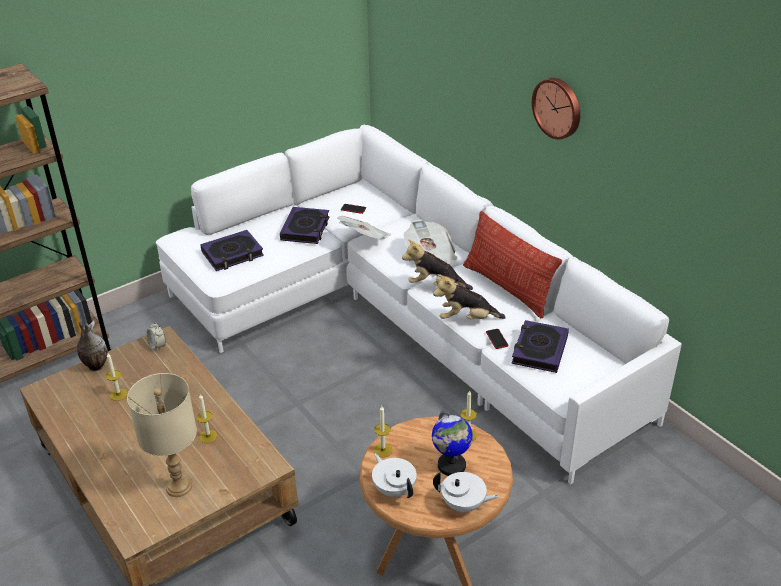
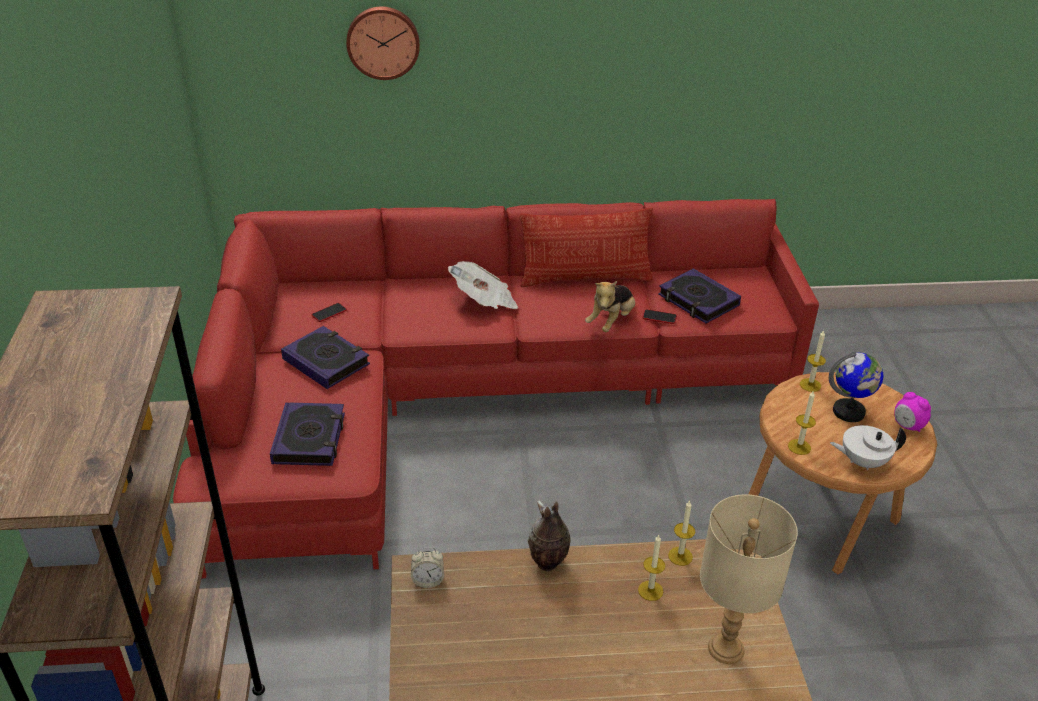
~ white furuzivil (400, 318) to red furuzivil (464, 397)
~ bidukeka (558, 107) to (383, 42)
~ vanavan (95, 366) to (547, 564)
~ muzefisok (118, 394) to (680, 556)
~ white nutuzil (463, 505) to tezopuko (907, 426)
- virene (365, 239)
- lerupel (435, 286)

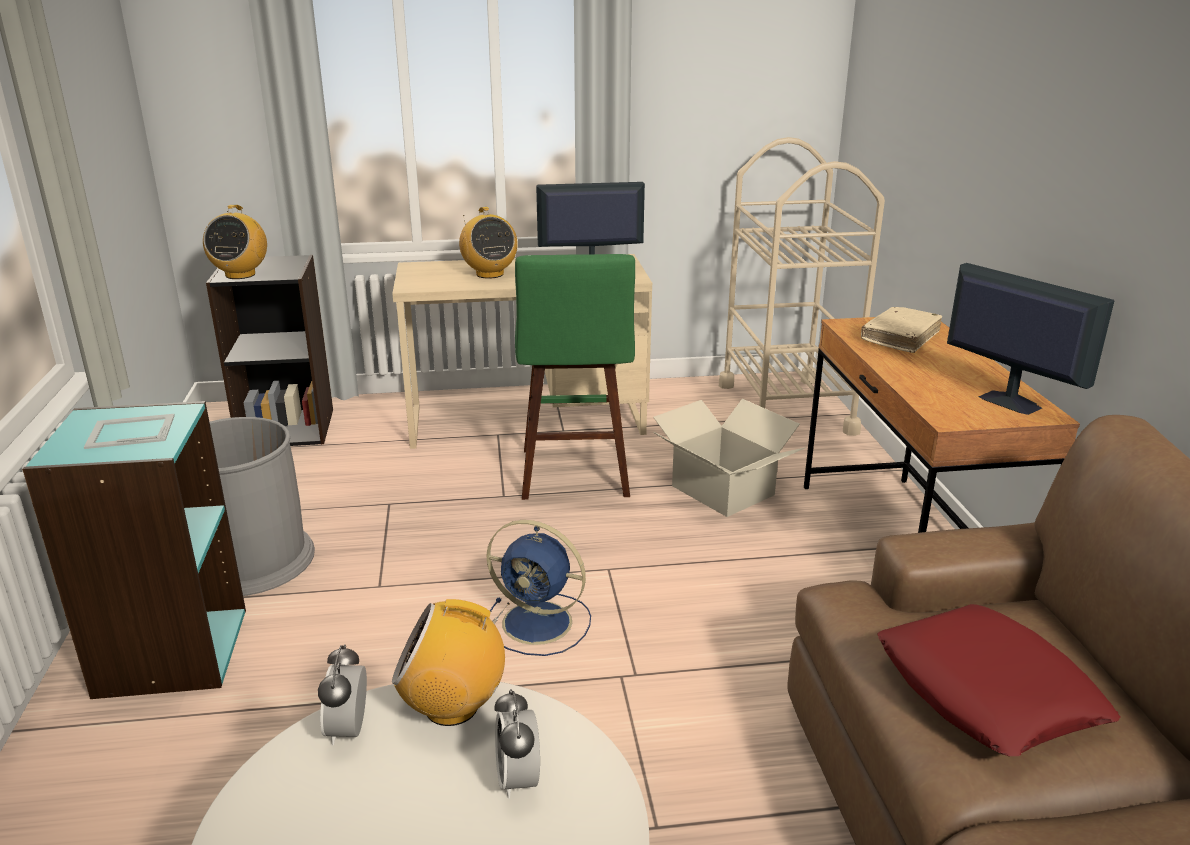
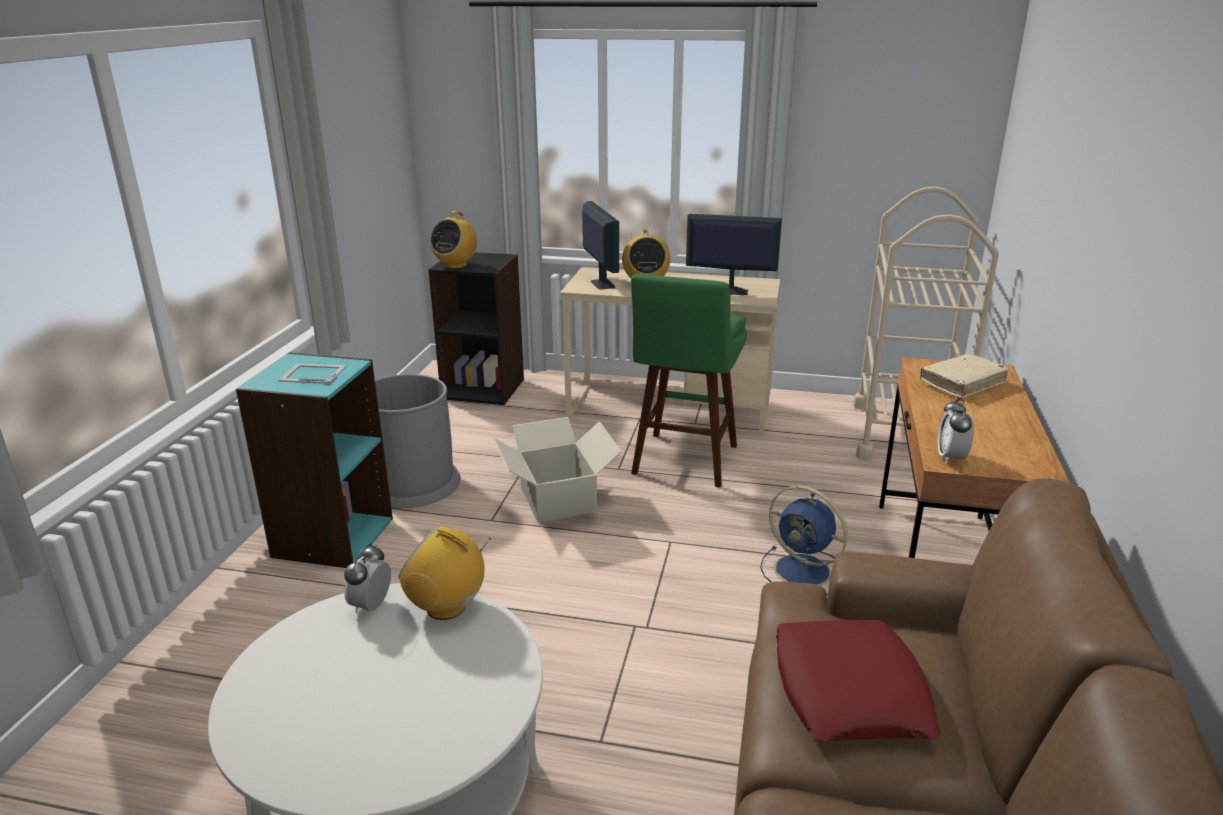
~ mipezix (722, 490) to (557, 499)
~ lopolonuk (1008, 401) to (602, 283)
~ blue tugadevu (540, 623) to (804, 572)
~ tezopuko (518, 779) to (951, 457)

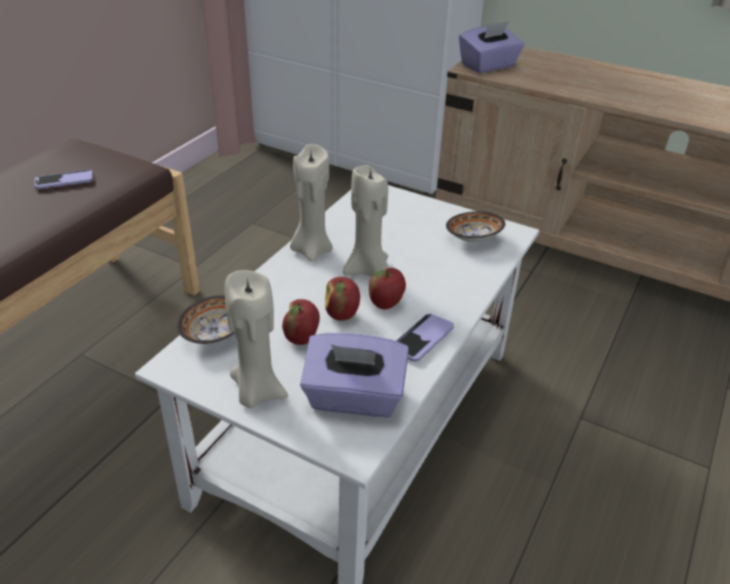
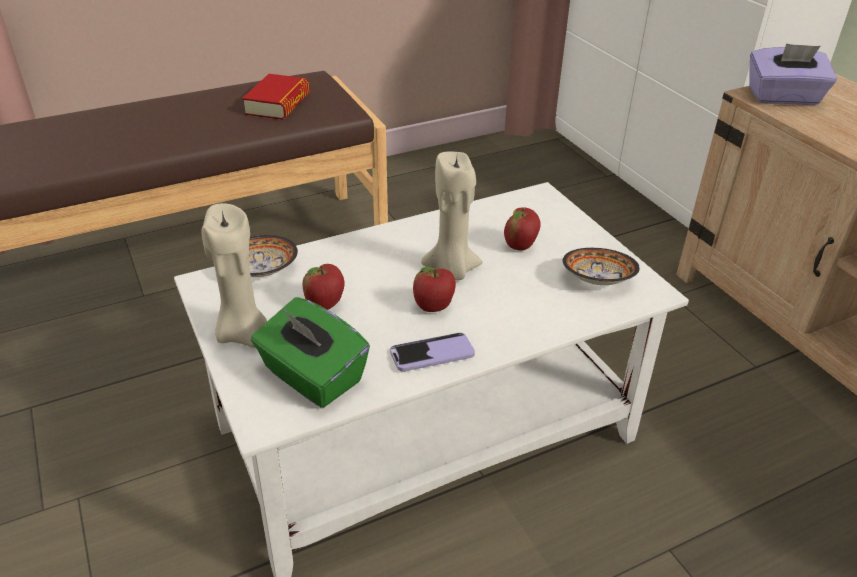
~ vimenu (64, 181) to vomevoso (278, 104)
~ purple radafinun (354, 398) to green radafinun (312, 376)
~ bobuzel (342, 315) to (520, 246)
- beige muzefisok (311, 250)

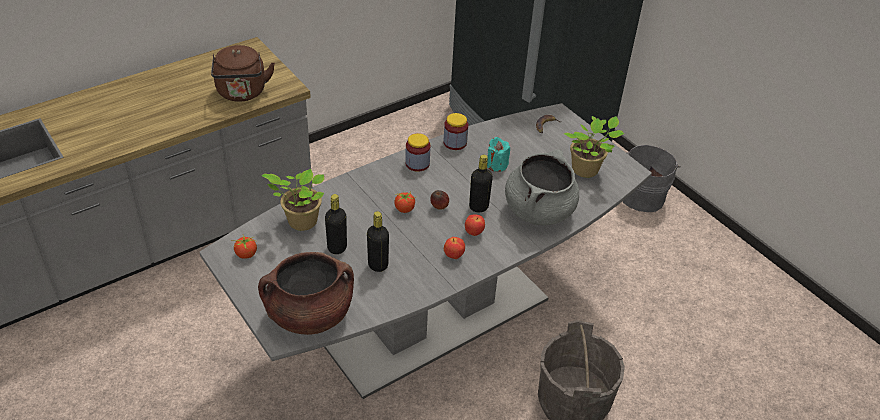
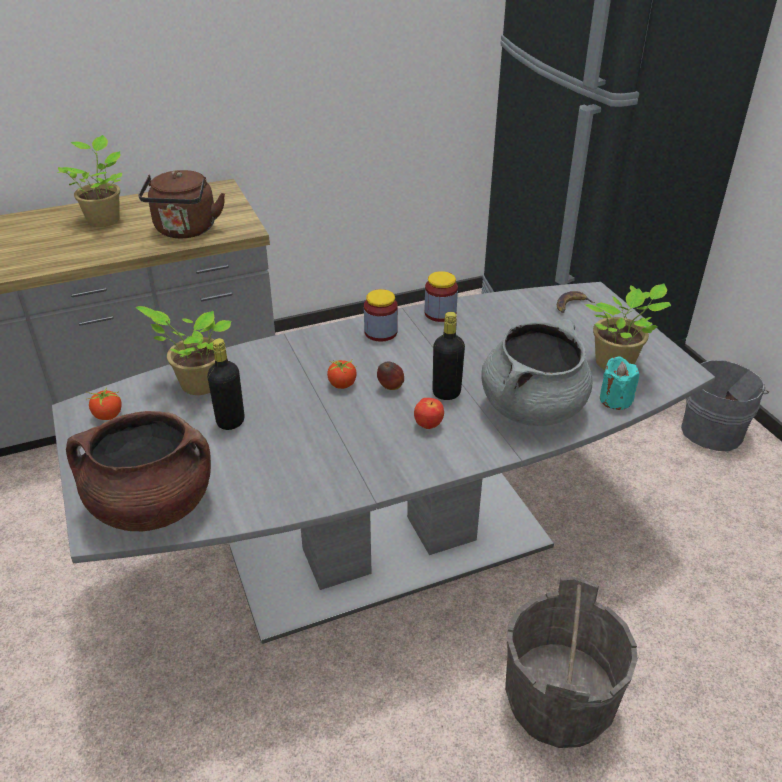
+ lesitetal (104, 219)
~ turquoise muzefisok (497, 165) to (615, 400)
- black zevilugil (378, 265)
- bobuzel (453, 256)

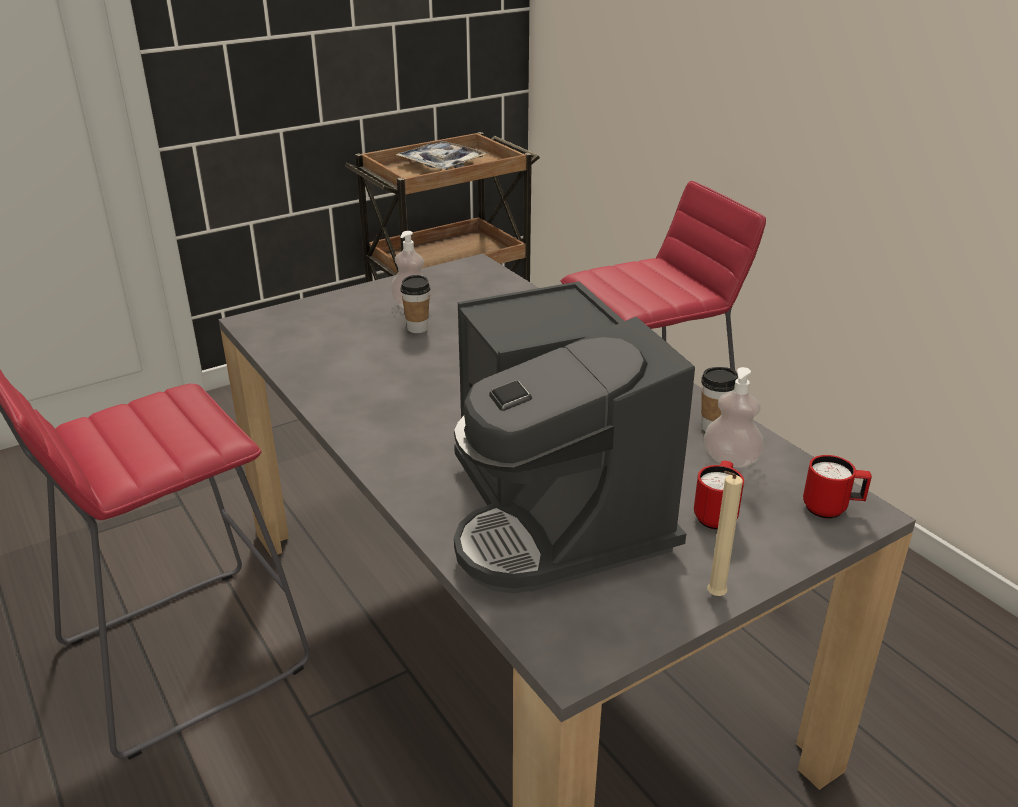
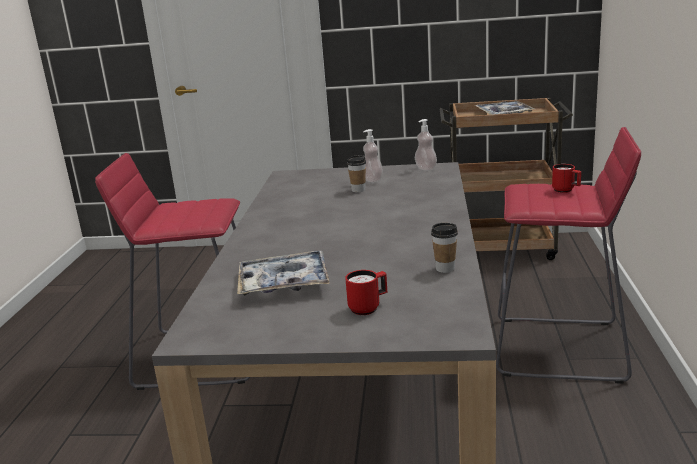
~ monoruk (555, 515) to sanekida (284, 283)
~ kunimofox (730, 460) to (426, 168)
~ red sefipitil (831, 509) to (566, 191)
- beige muzefisok (713, 597)

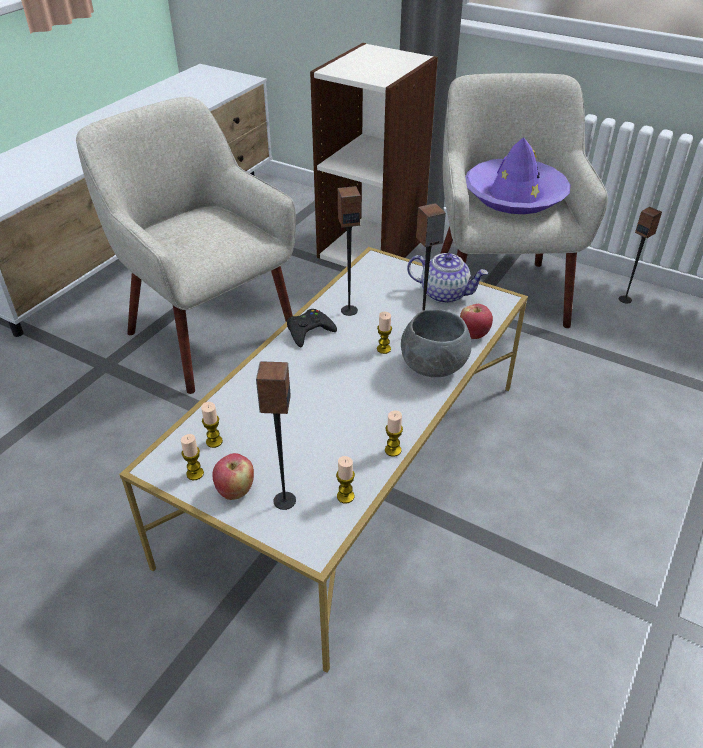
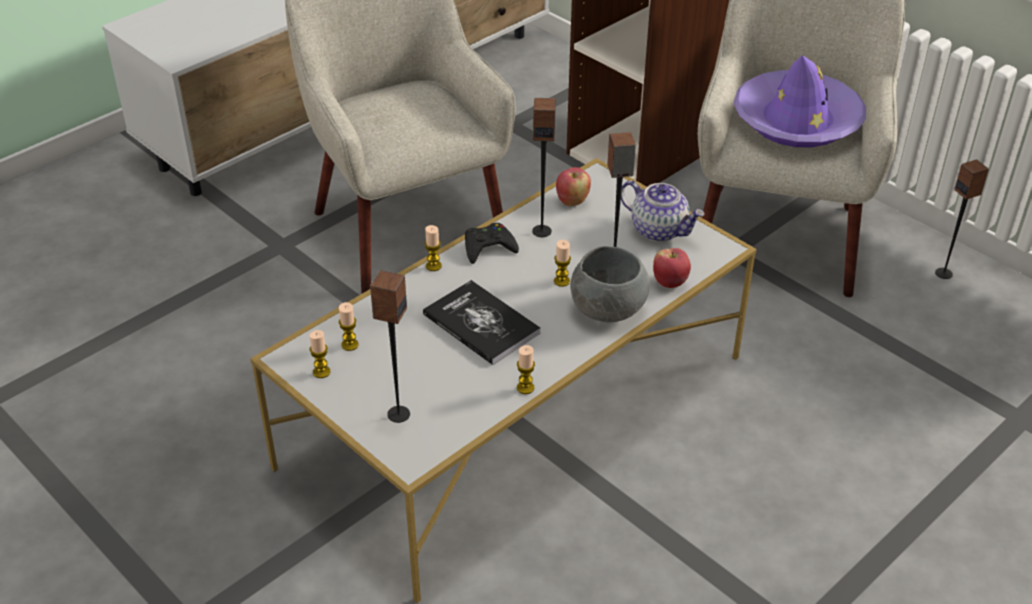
+ vomevoso (481, 324)
~ muzefisok (345, 496) to (433, 266)
~ bobuzel (235, 490) to (572, 201)

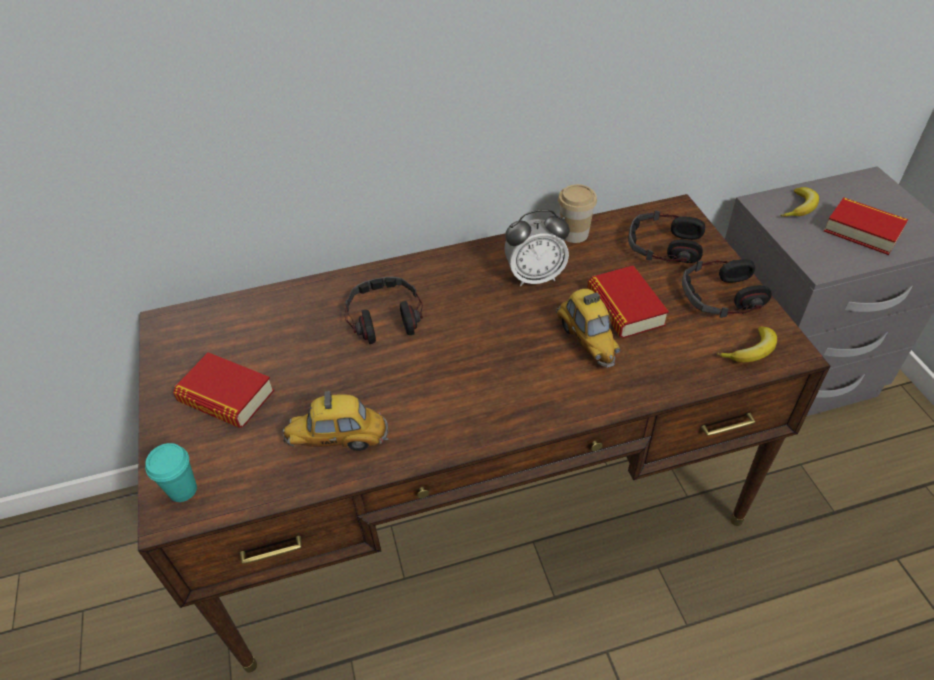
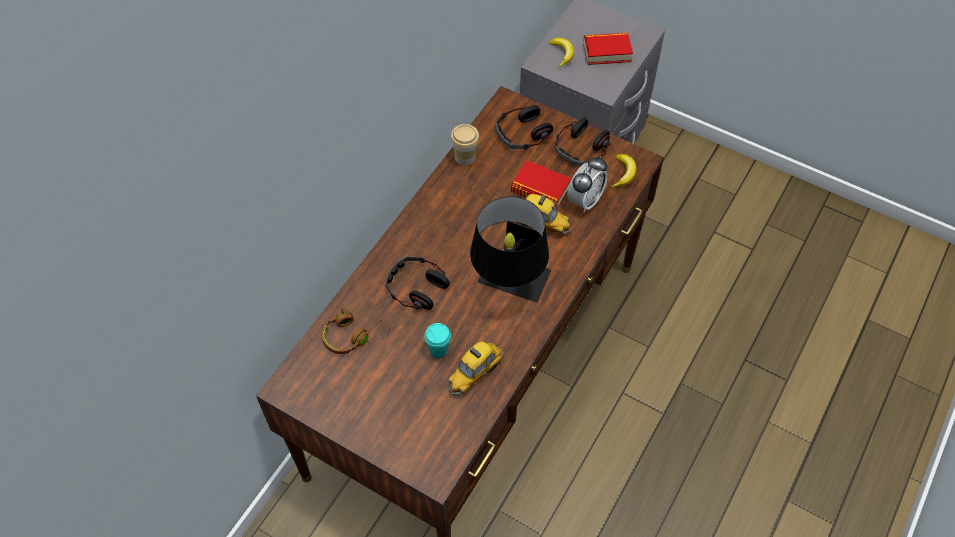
+ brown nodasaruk (353, 335)
~ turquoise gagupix (183, 490) to (438, 350)
+ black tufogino (509, 287)
~ tezopuko (535, 277) to (585, 200)
- vomevoso (226, 396)

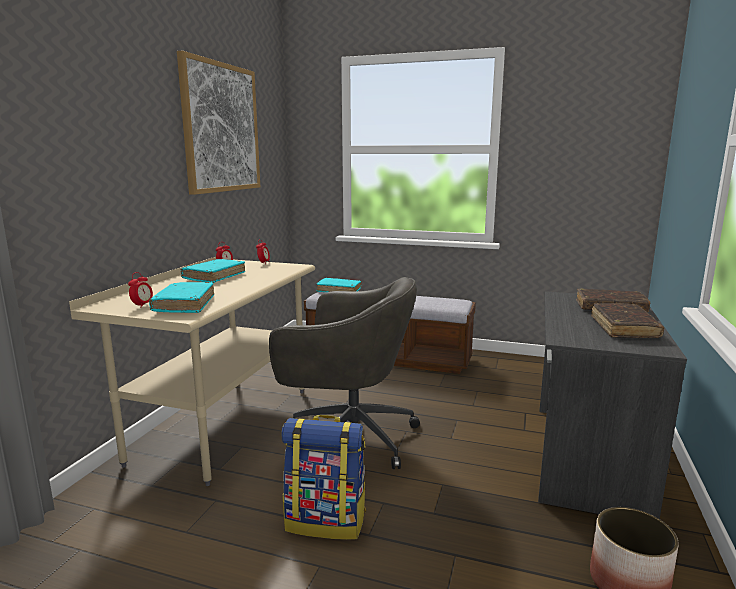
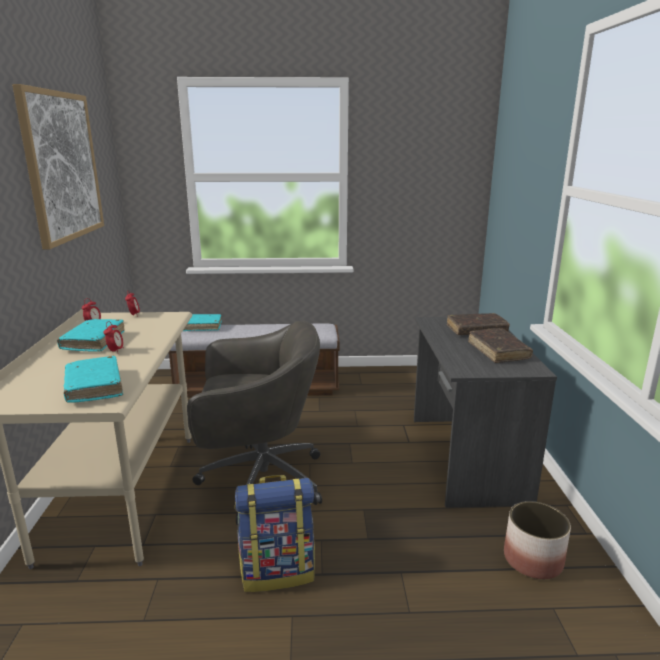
~ tezopuko (142, 306) to (115, 351)

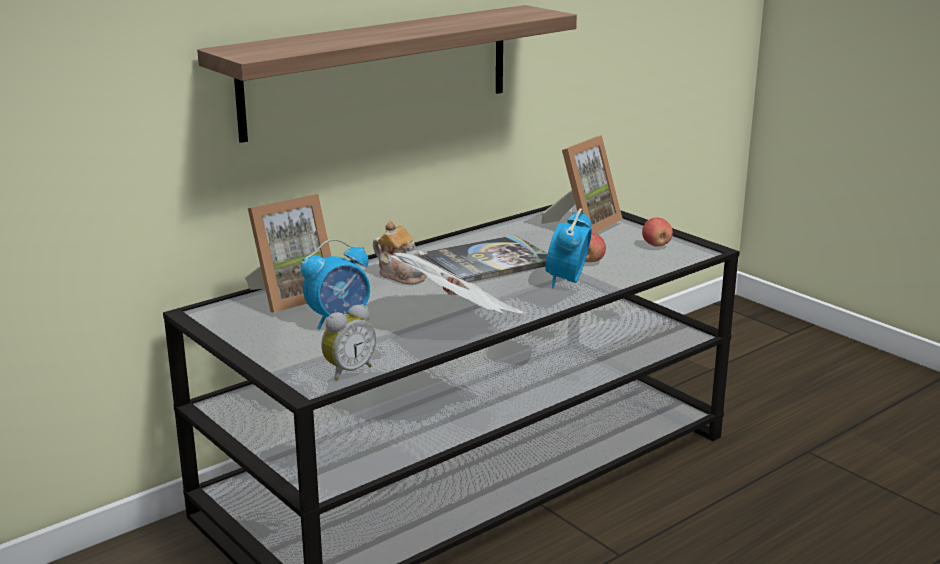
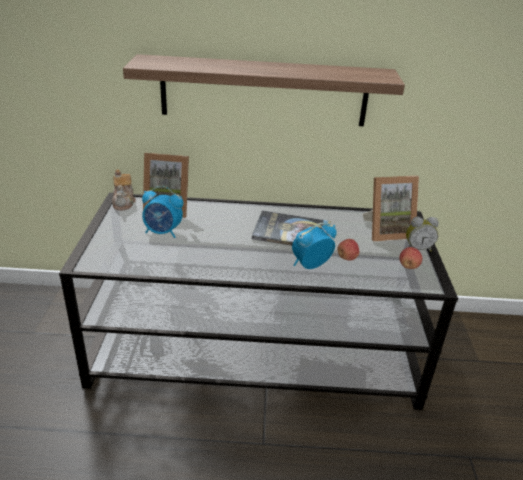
~ nutuzil (402, 275) to (124, 202)
~ tezopuko (348, 371) to (417, 248)
- virene (459, 317)

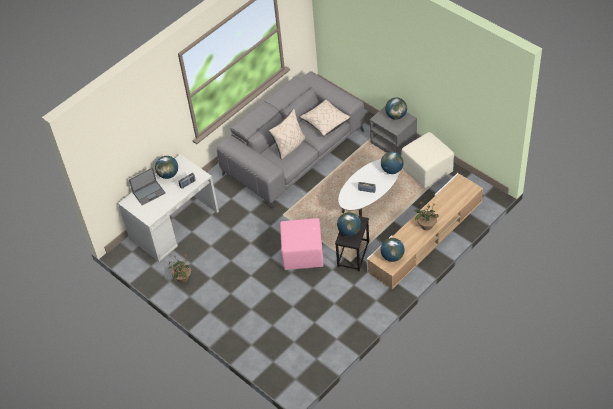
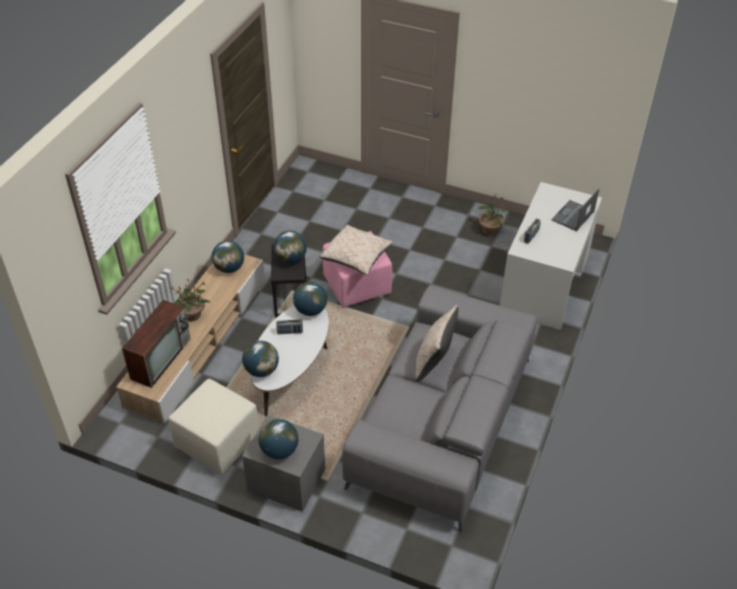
+ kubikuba (161, 357)
~ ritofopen (168, 174) to (311, 310)
~ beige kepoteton (325, 122) to (356, 257)

